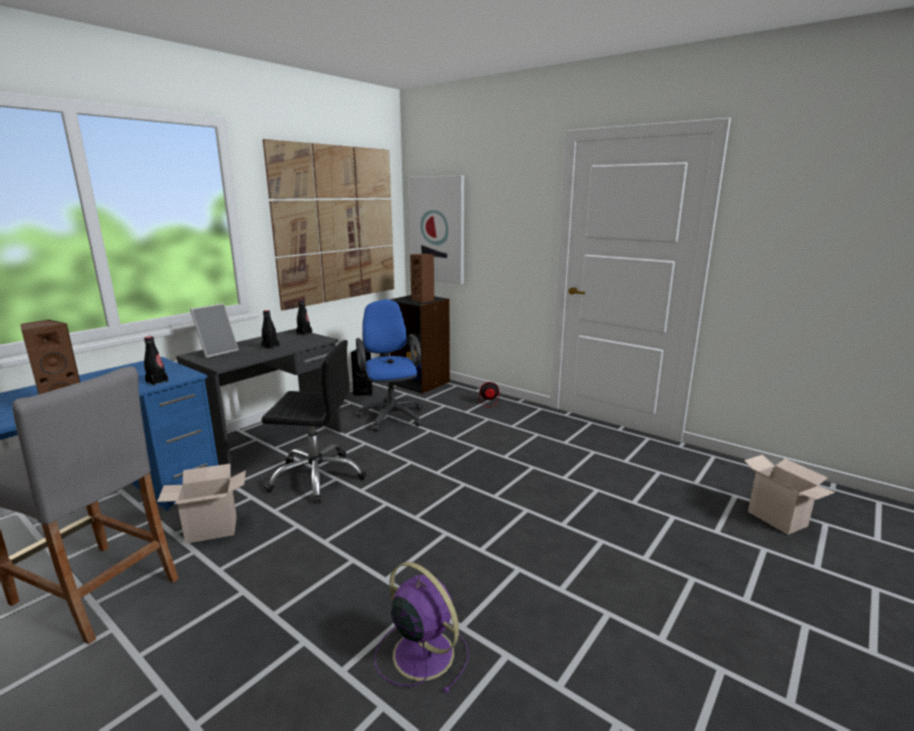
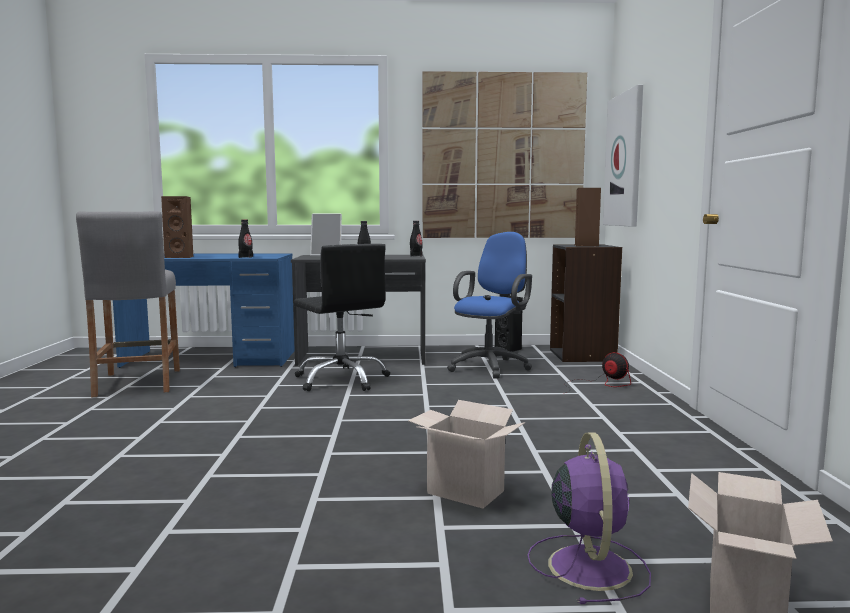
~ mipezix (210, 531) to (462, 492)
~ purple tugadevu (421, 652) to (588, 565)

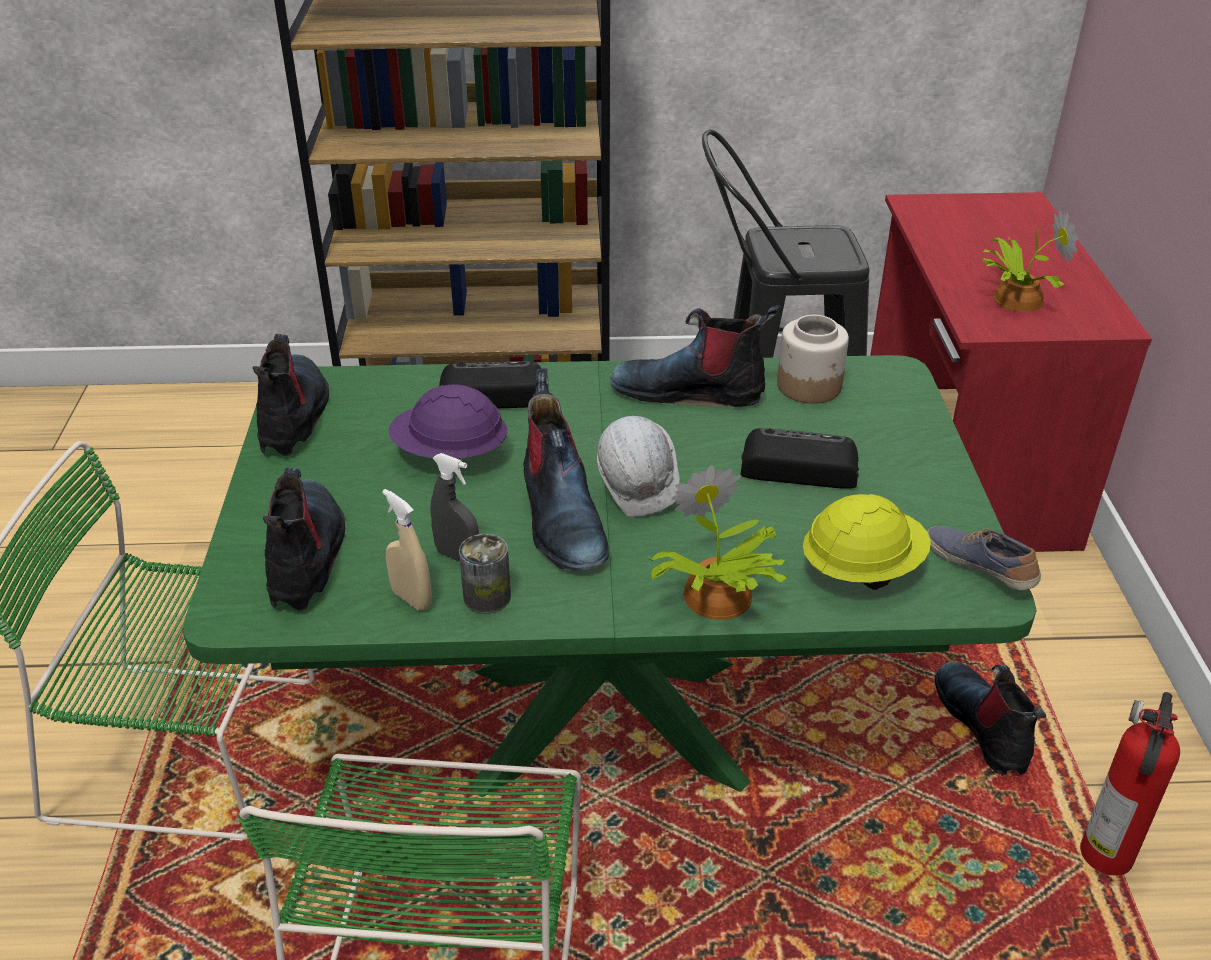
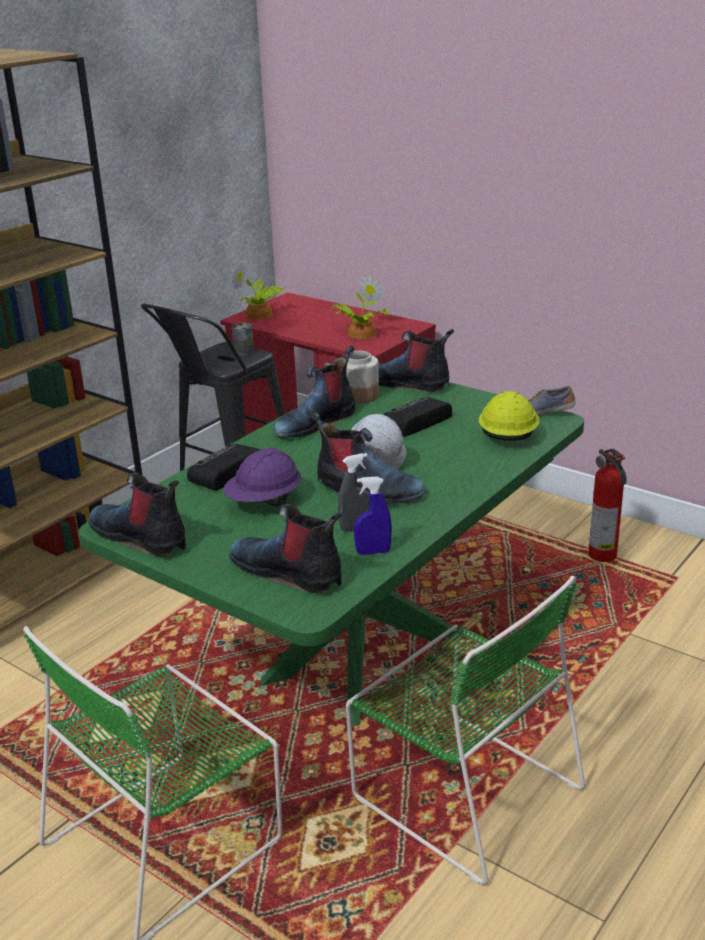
~ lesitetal (716, 598) to (259, 315)
~ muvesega (487, 597) to (244, 351)
~ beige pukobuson (411, 599) to blue pukobuson (373, 552)
~ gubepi (983, 726) to (407, 383)

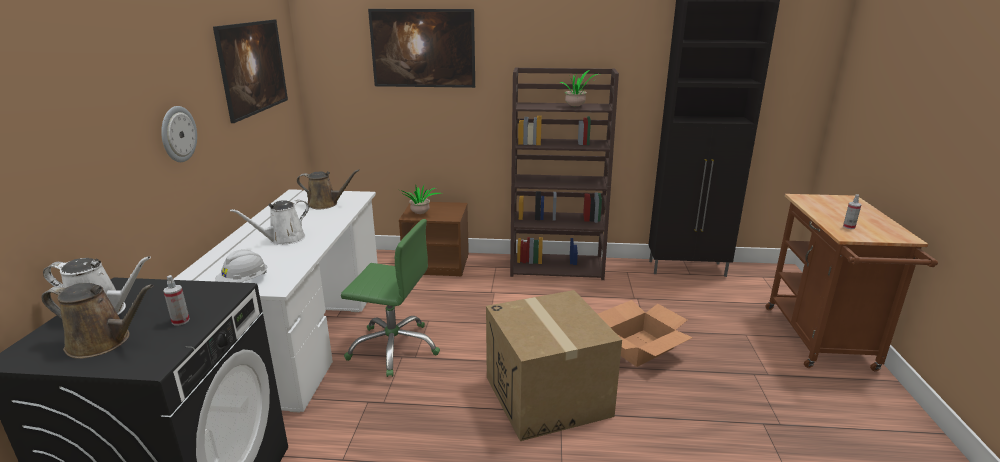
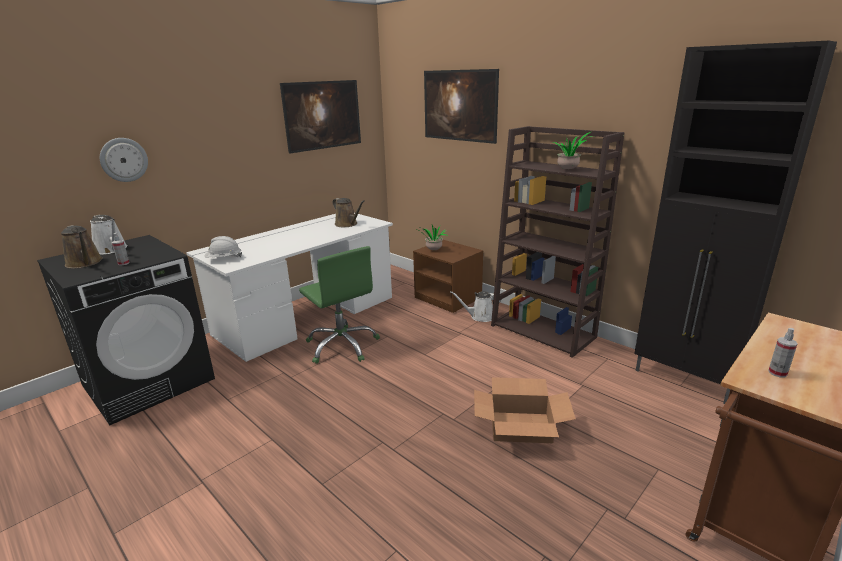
~ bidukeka (178, 134) to (124, 159)
~ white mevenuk (283, 239) to (480, 317)
- mipezix (548, 396)

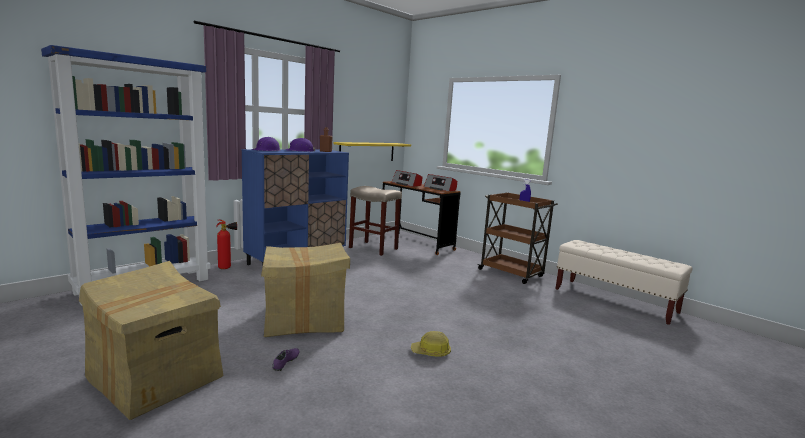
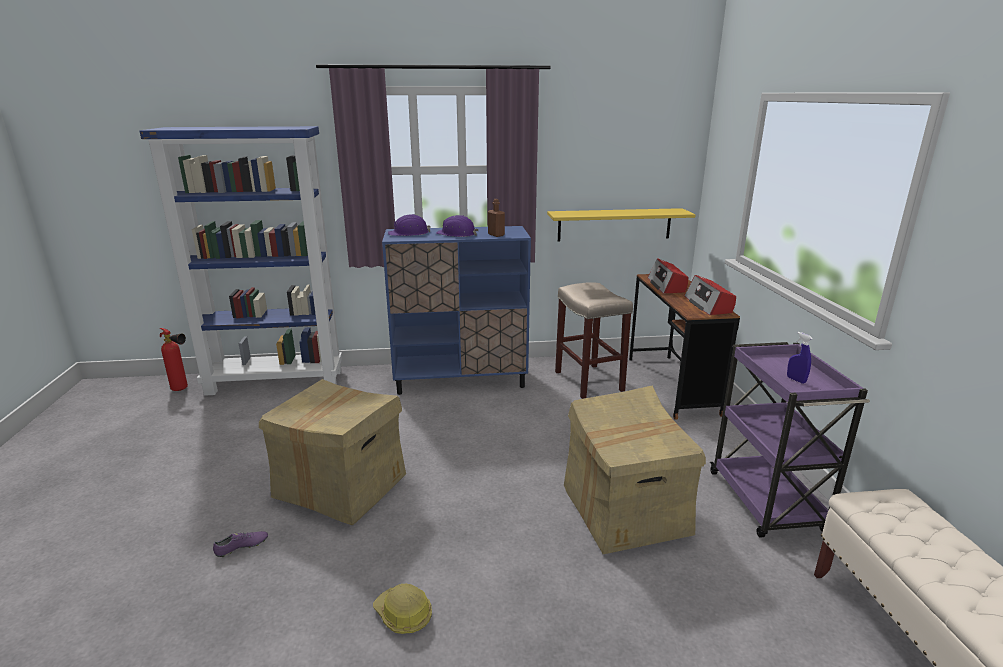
~ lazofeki (227, 268) to (182, 389)
~ mipezix (154, 377) to (624, 509)
~ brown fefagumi (511, 273) to purple fefagumi (766, 503)

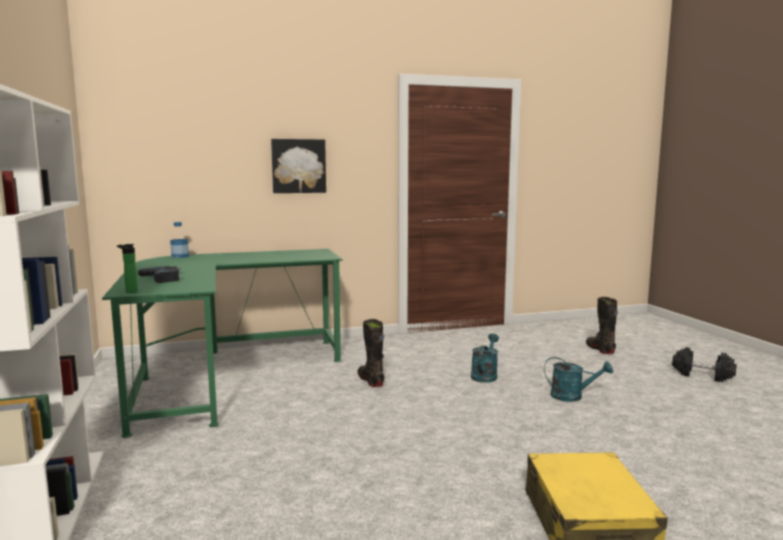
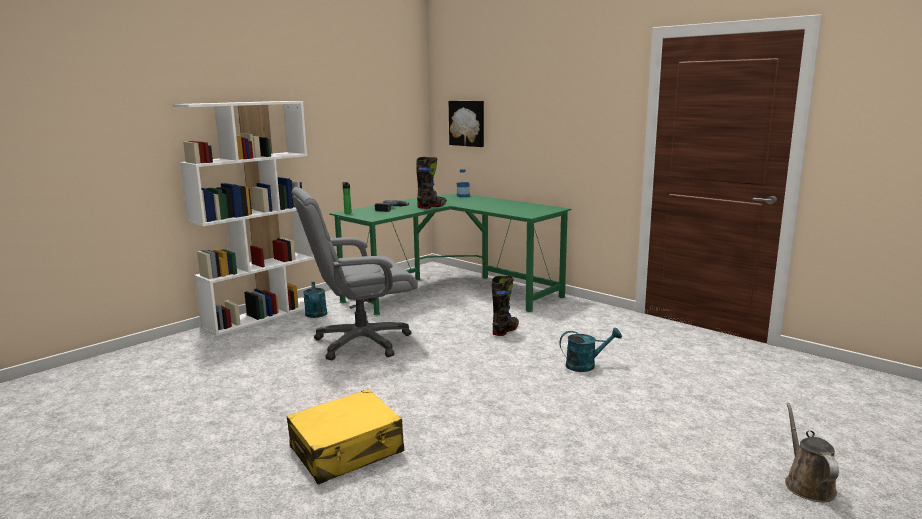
+ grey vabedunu (361, 343)
~ turquoise mevenuk (572, 396) to (316, 315)
~ black gubepi (600, 349) to (432, 206)
~ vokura (298, 166) to (467, 123)
~ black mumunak (702, 375) to brown mevenuk (807, 484)

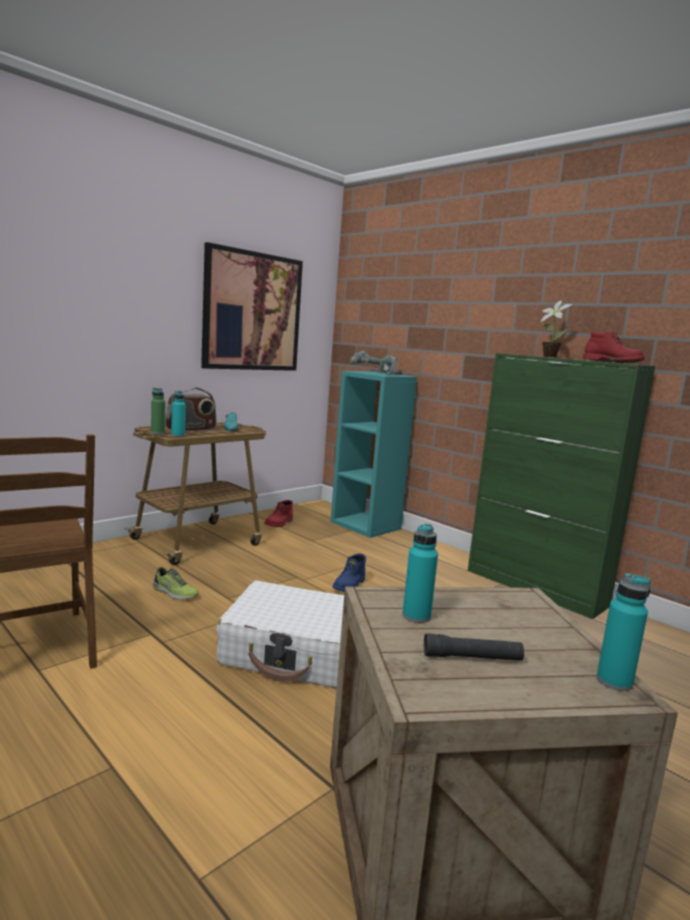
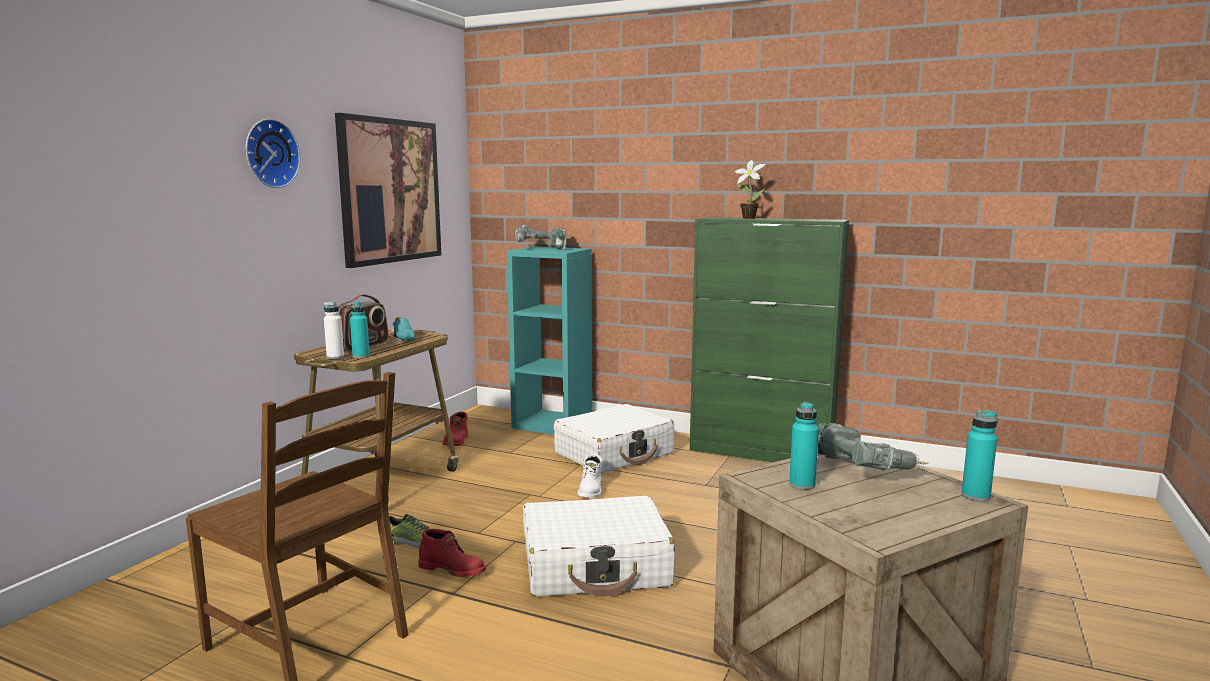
+ bidukeka (269, 153)
~ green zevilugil (158, 433) to white zevilugil (335, 357)
~ red gubepi (612, 362) to (453, 569)
+ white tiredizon (614, 453)
~ blue gubepi (350, 585) to white gubepi (591, 490)
+ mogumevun (864, 471)
- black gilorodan (472, 657)

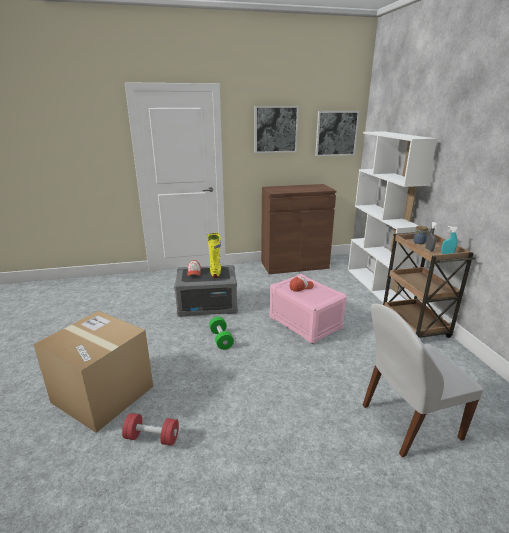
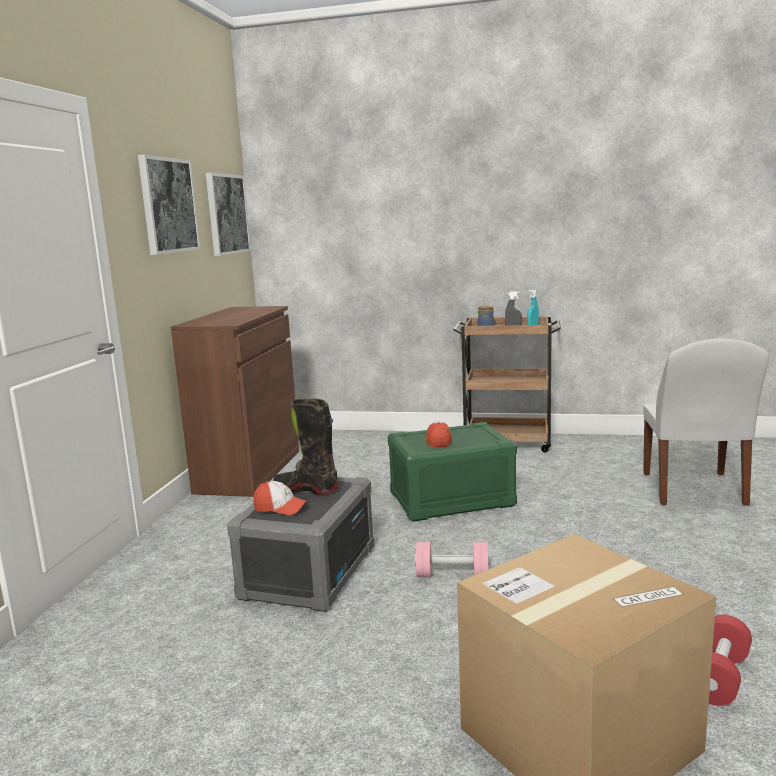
~ yellow gubepi (215, 272) to black gubepi (306, 489)
~ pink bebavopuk (304, 322) to green bebavopuk (451, 500)
~ green mumunak (221, 339) to pink mumunak (452, 575)
- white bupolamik (375, 285)

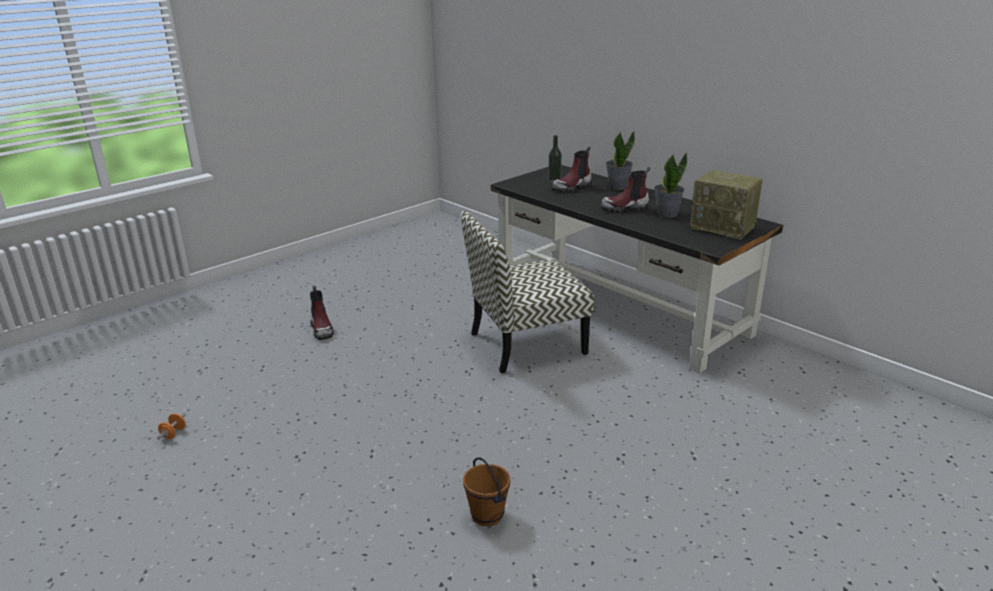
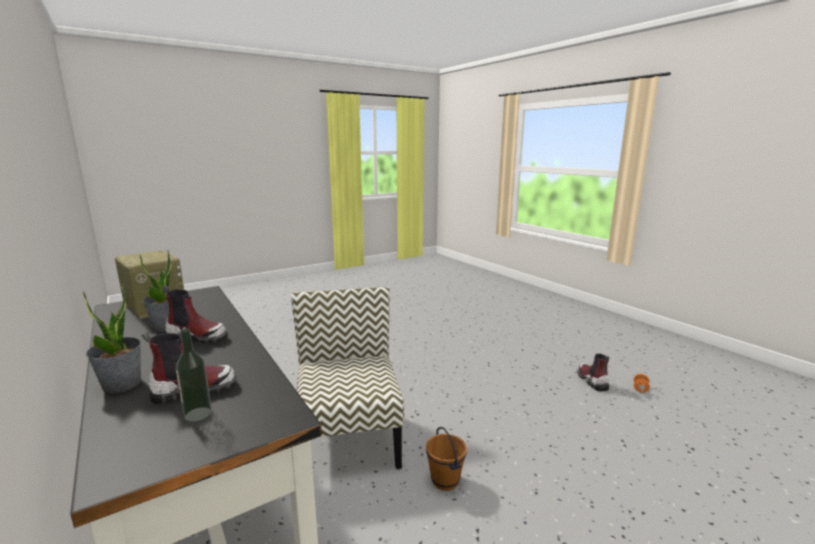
~ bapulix (526, 344) = (349, 438) 90 degrees counterclockwise
~ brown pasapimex (488, 515) to (444, 480)
~ gubepi (322, 330) to (591, 380)

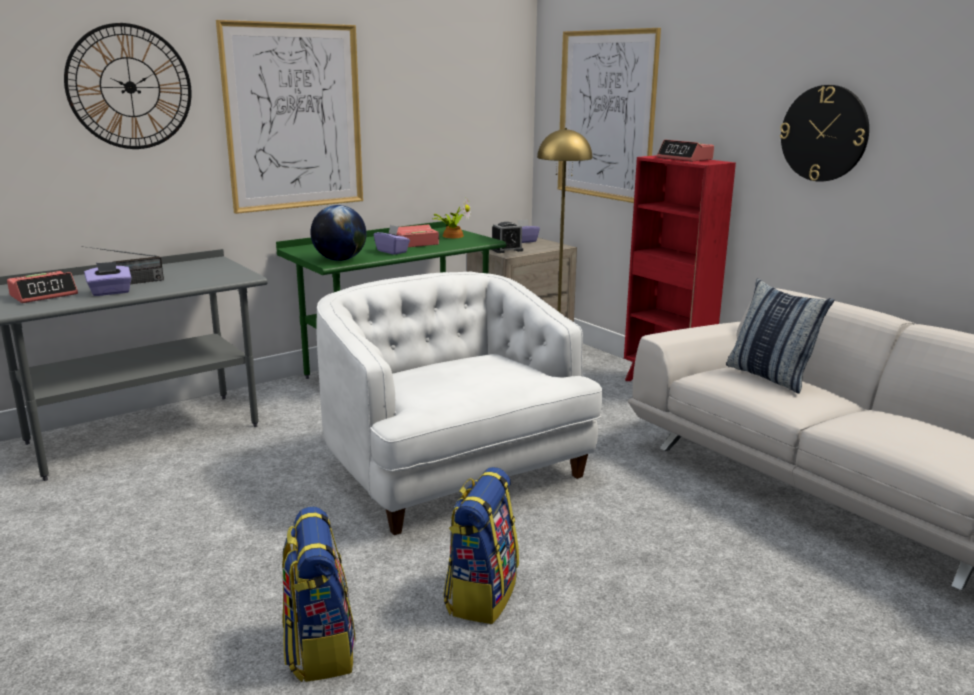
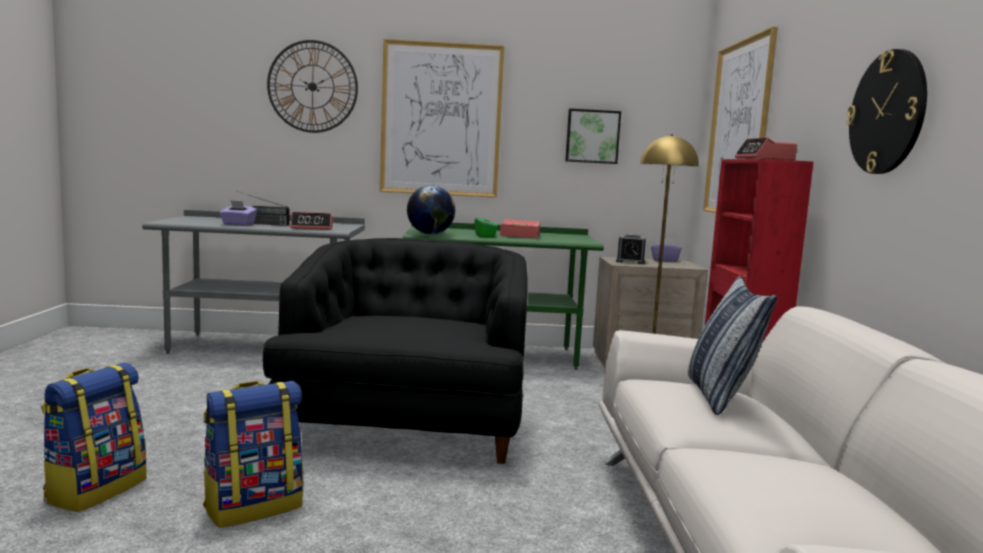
~ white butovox (453, 471) to black butovox (406, 424)
~ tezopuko (44, 295) to (312, 228)
~ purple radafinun (392, 251) to green radafinun (485, 236)
+ vokura (592, 136)
- lesitetal (452, 236)

